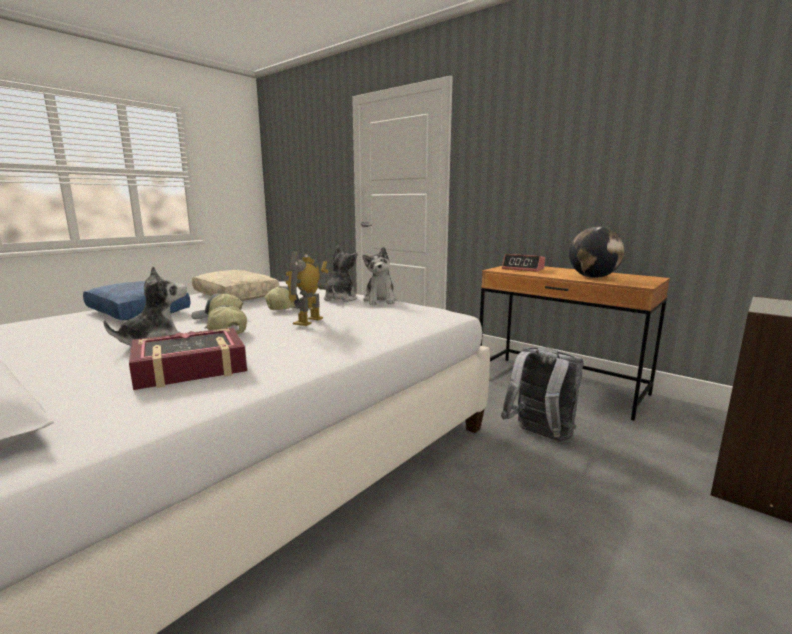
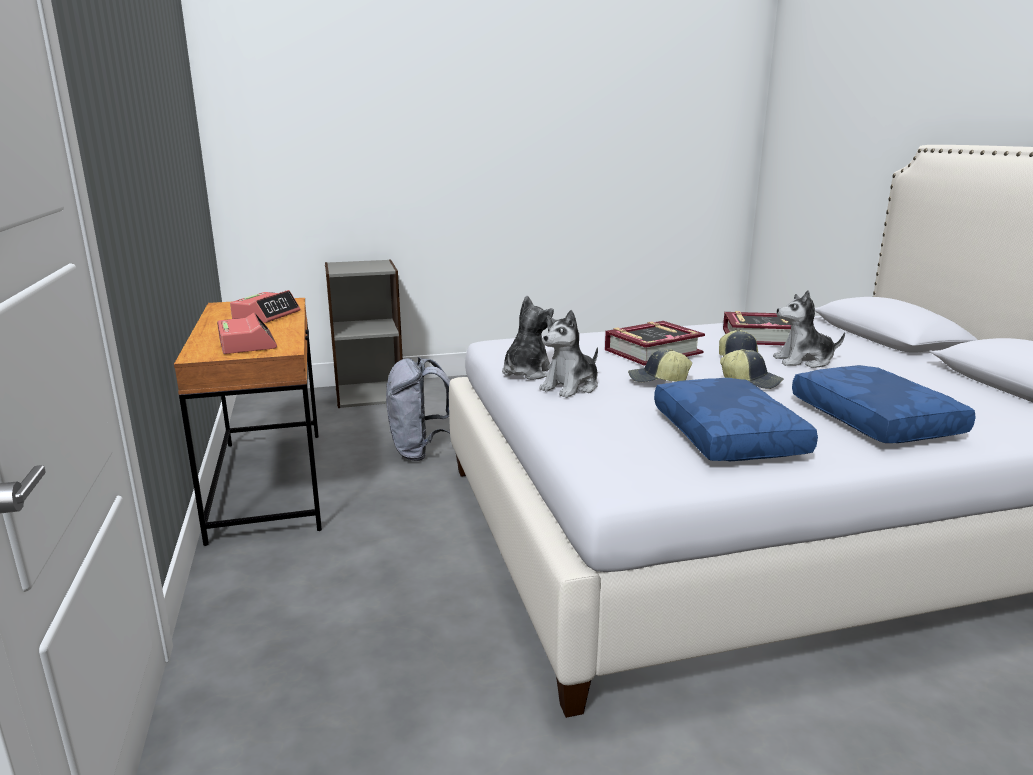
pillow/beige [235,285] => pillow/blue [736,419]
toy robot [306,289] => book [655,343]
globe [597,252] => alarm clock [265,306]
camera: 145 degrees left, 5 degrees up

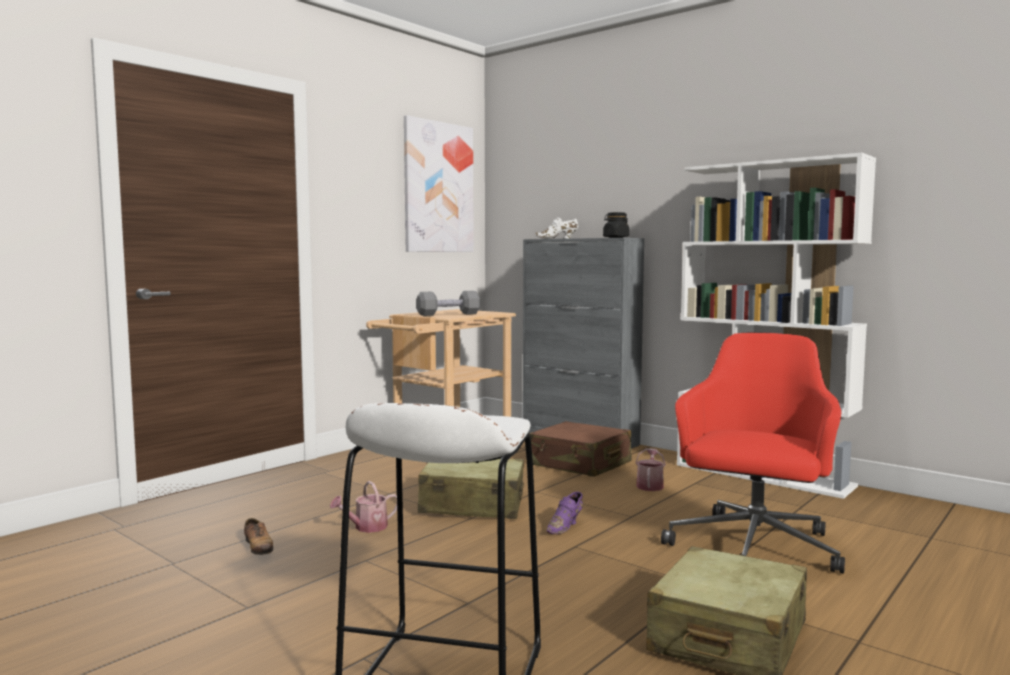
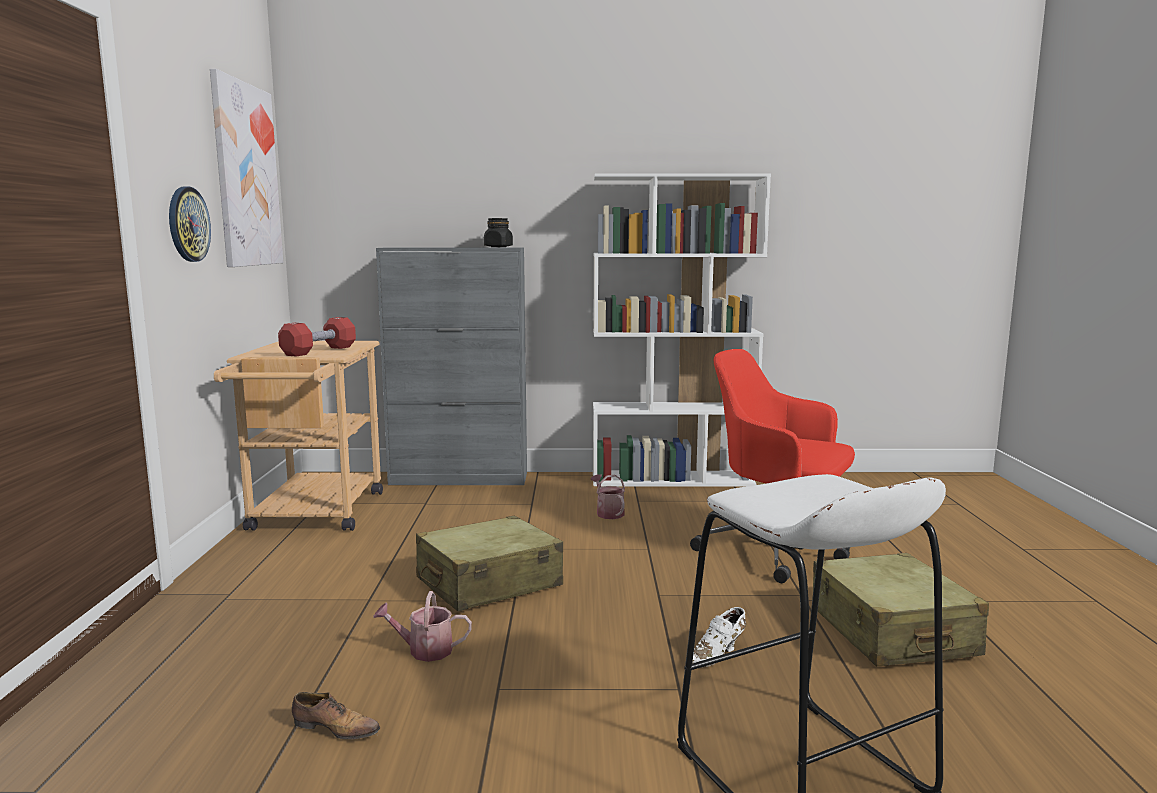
watering can [363,507] => watering can [422,626], 75 degrees clockwise
dumbbell/grey [448,303] => dumbbell/red [317,337]
suitcase/brown [580,449] => nothing
shoe/white [556,228] => shoe/white [719,637], move
shoe/purple [564,513] => nothing
office chair/red [753,453] => office chair/red [772,466], 45 degrees counterclockwise
nothing => wall clock [190,224]
camera: 40 degrees left, 5 degrees up

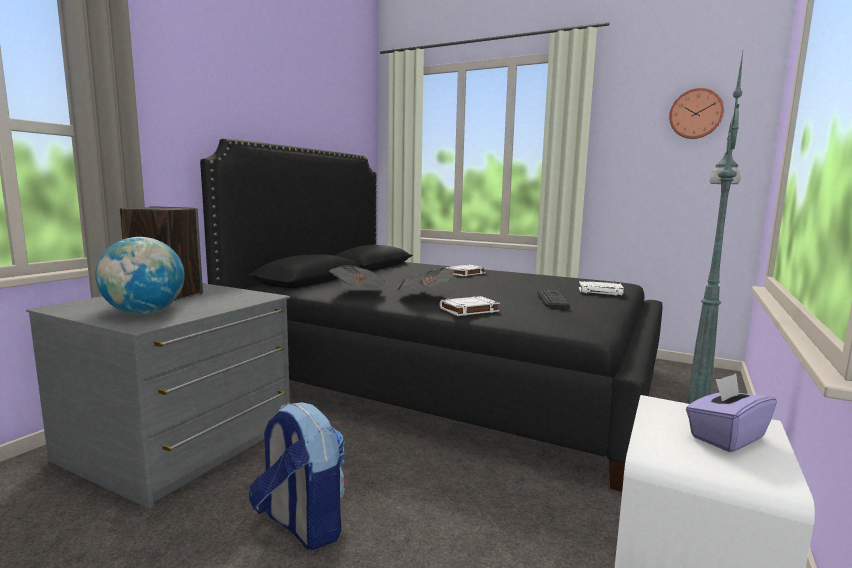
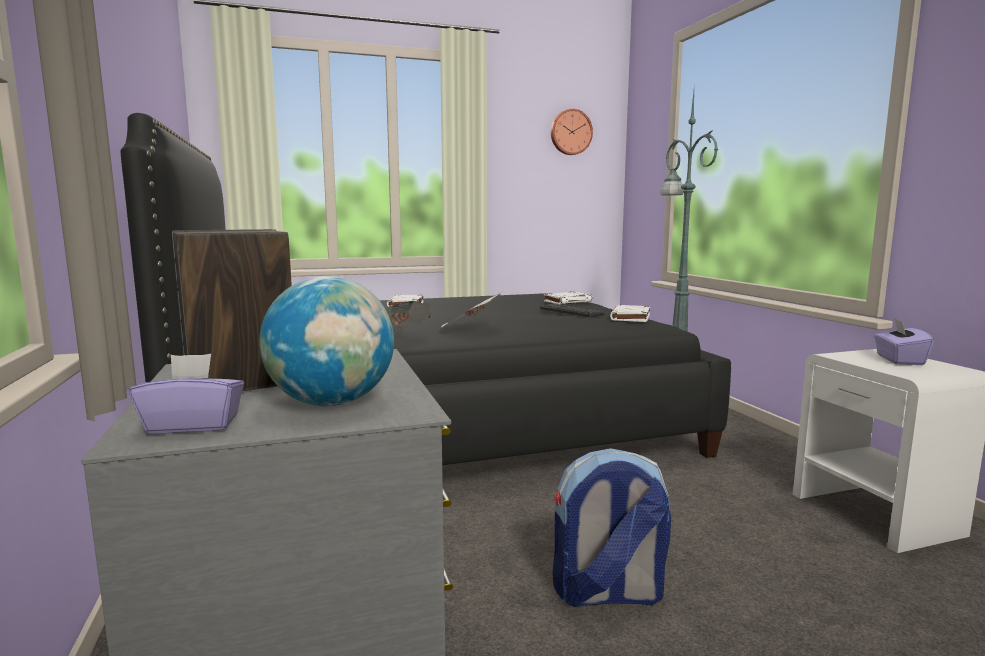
book/white [470,306] => book/white [630,313], move
nothing => tissue box/purple [186,394]
camera: 45 degrees left, 0 degrees up

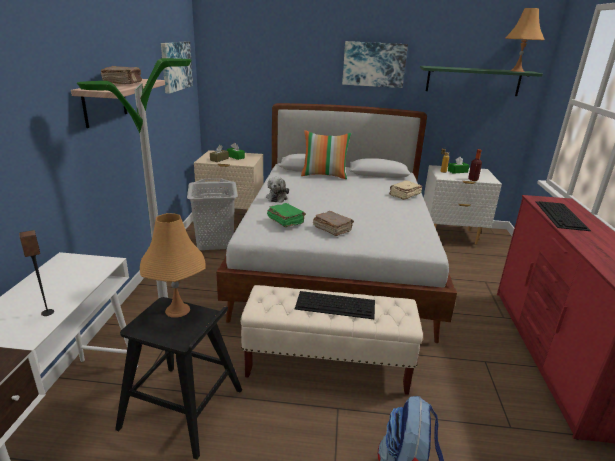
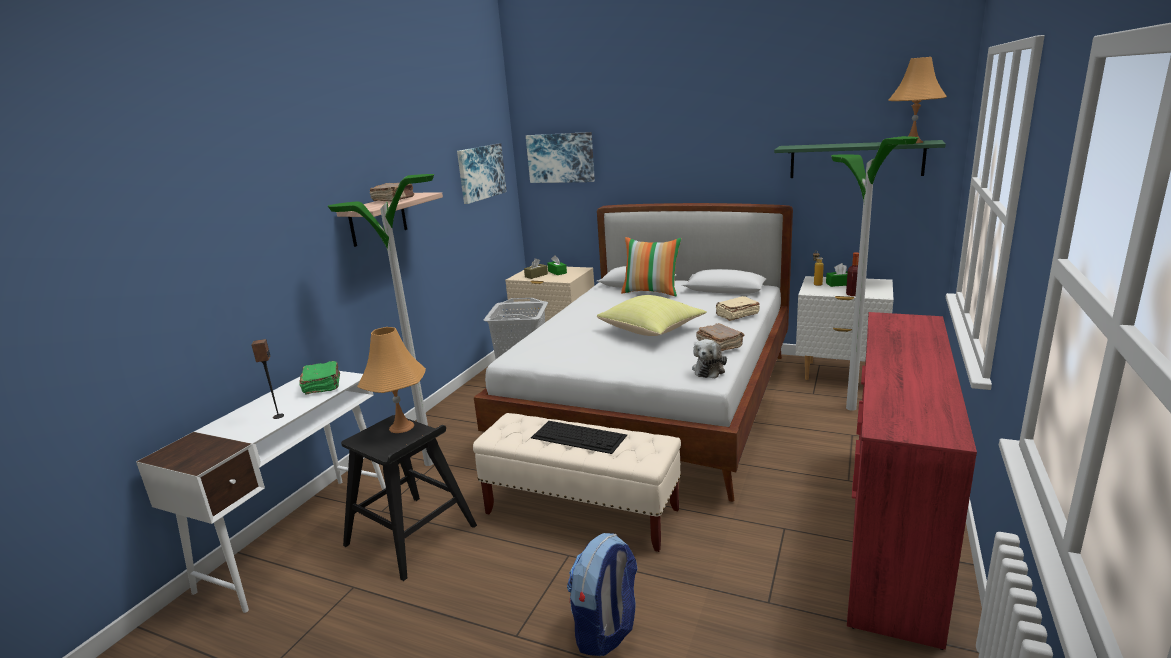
plush toy [277,190] => plush toy [709,358], move
book/green [286,215] => book/green [319,378], move
book/brown [333,223] => book/brown [720,337], move
picture [375,64] => picture [560,157], move
keyboard [563,216] => nothing
nothing => pillow/yellow [652,315]
nothing => floor lamp [874,273]
camera: 20 degrees right, 5 degrees down

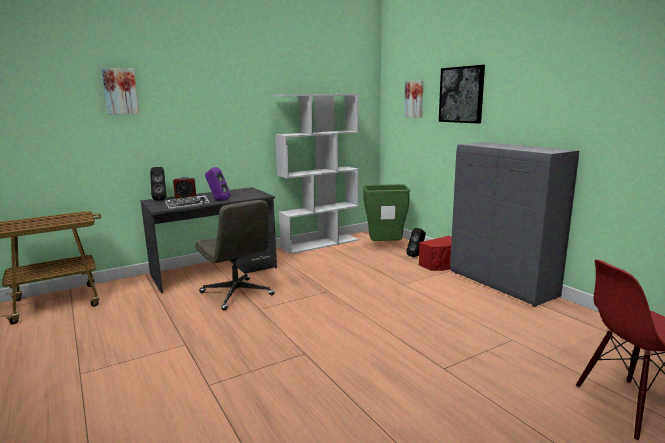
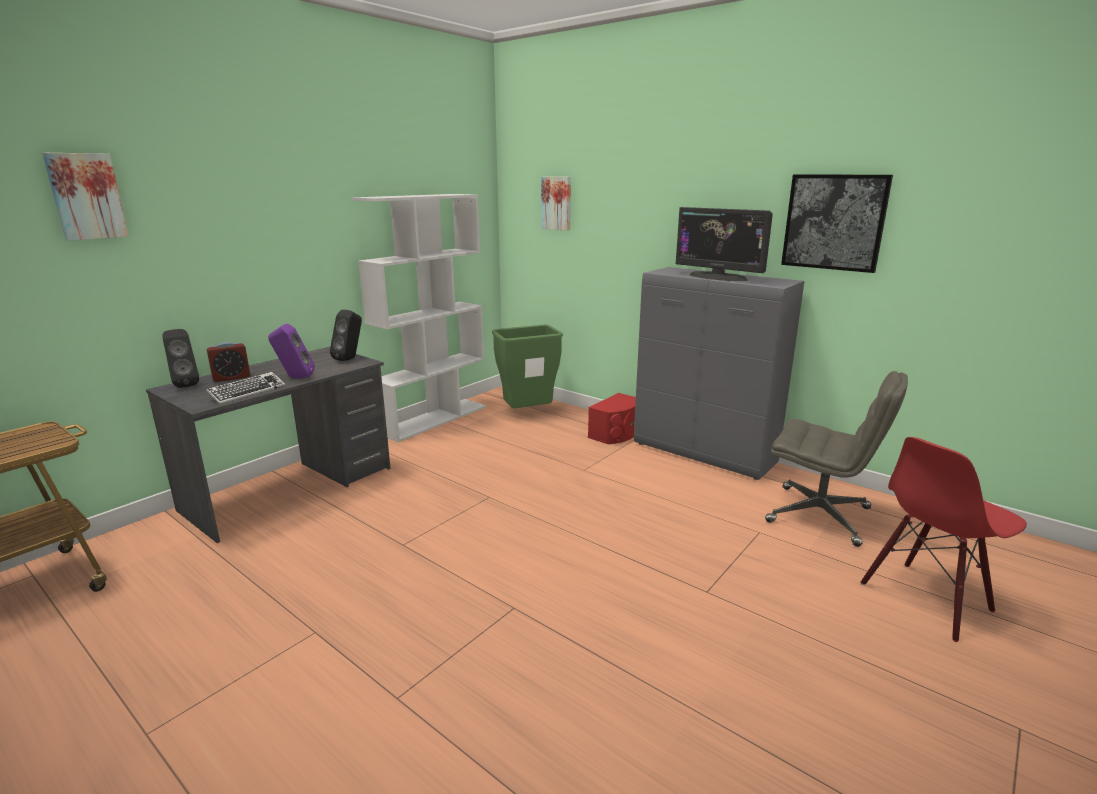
office chair/grey [235,255] => office chair/grey [836,459], move
speaker/black [416,242] => speaker/black [346,335], move
picture [462,94] => picture [837,224], move
nothing => monitor [724,244]
camera: 20 degrees left, 5 degrees up

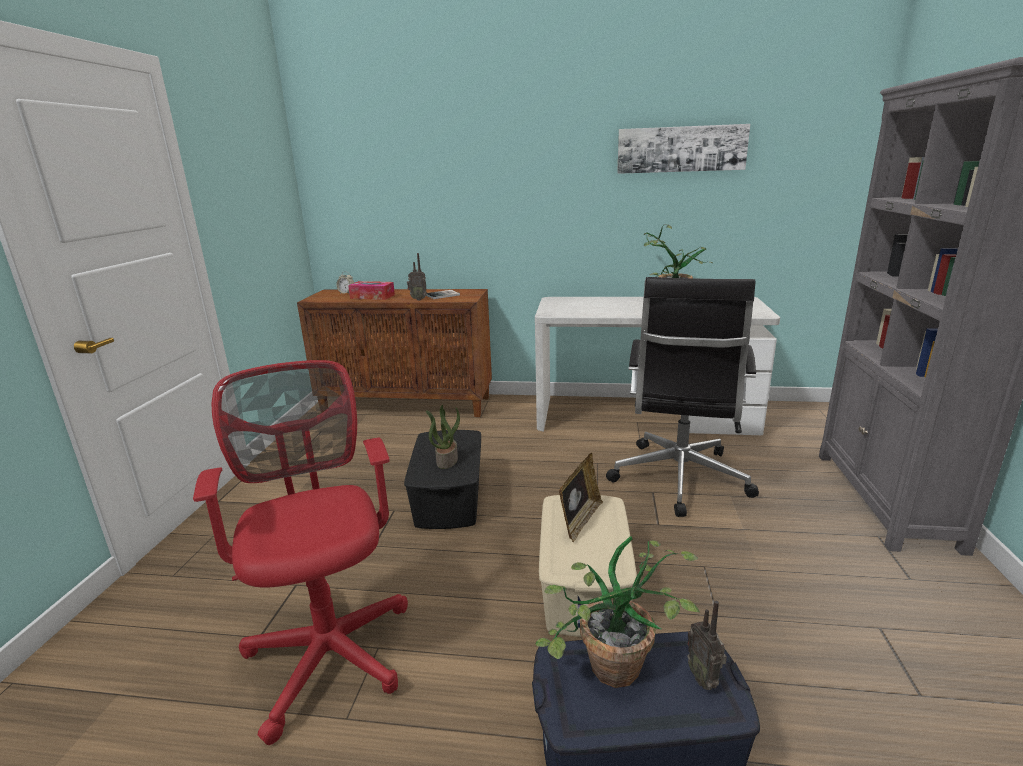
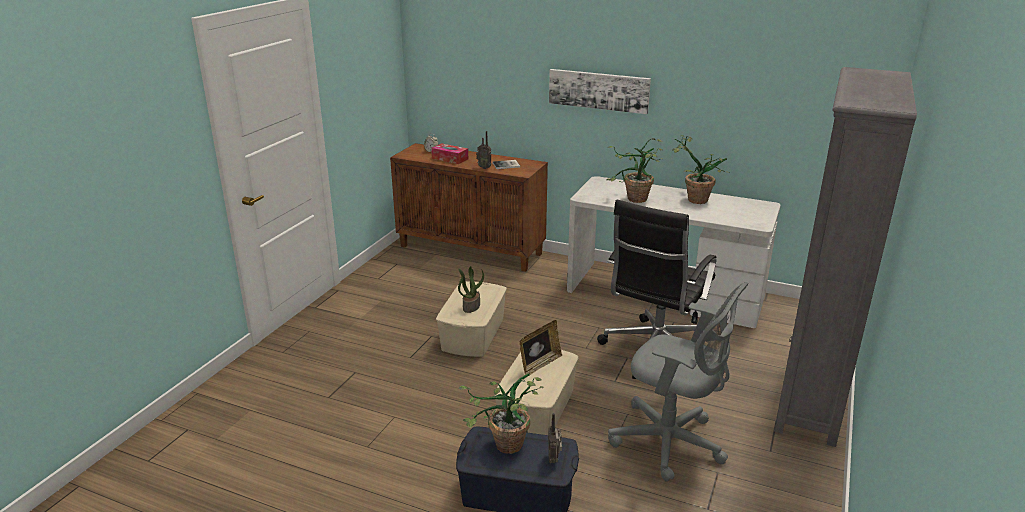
office chair/red [300,552] => nothing
storage box/black [442,479] => storage box/beige [471,319]
picture [683,149] => picture [600,91], move
nothing => potted plant [634,170]
nothing => office chair/grey [678,382]
camera: 15 degrees right, 5 degrees up

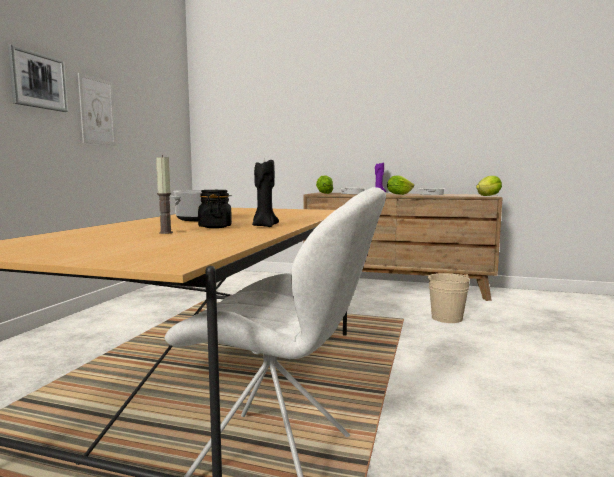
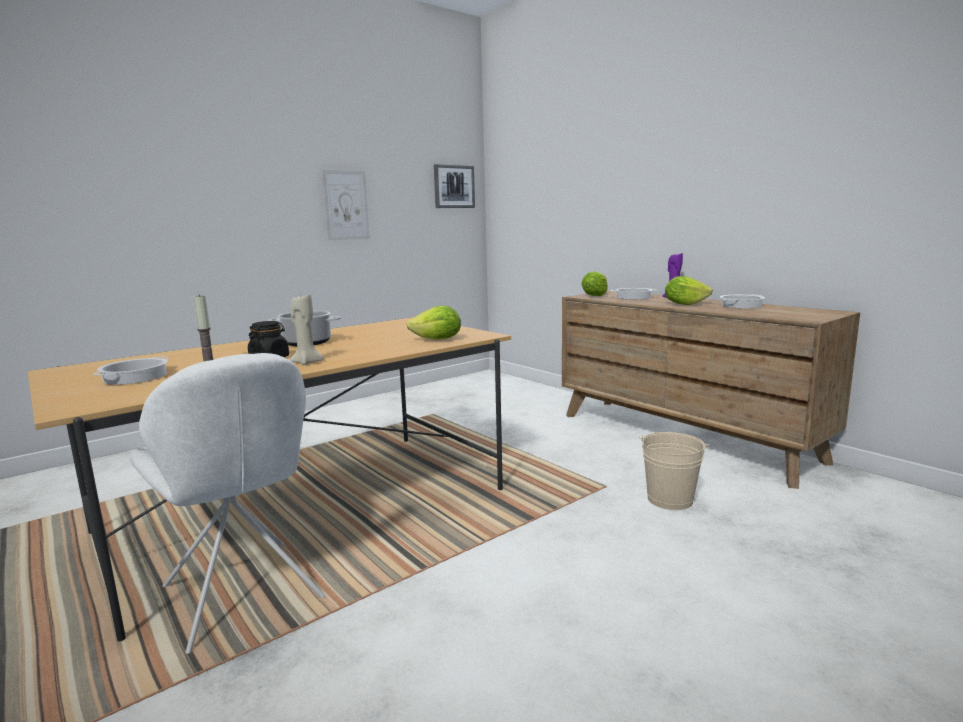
picture [38,78] => picture [454,186], move
candle/black [265,193] => candle/beige [307,329]
lettuce [489,185] => lettuce [433,323], move
nothing => cooking pot [131,371]
camera: 35 degrees right, 5 degrees up

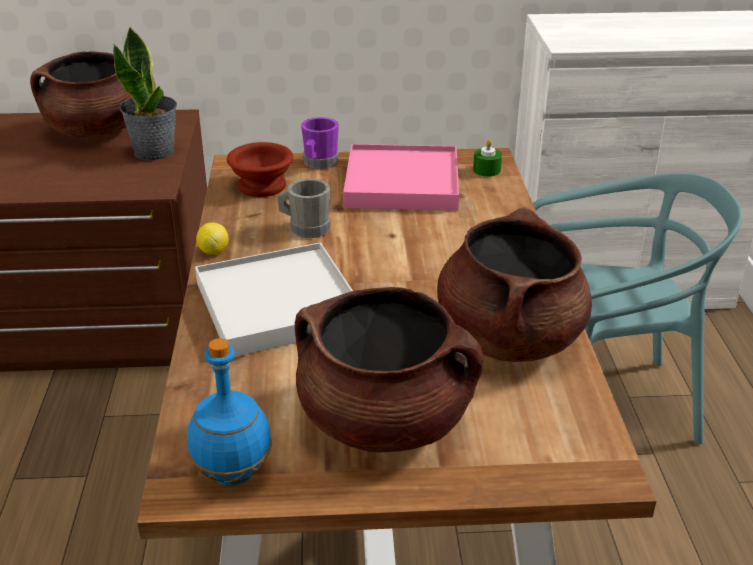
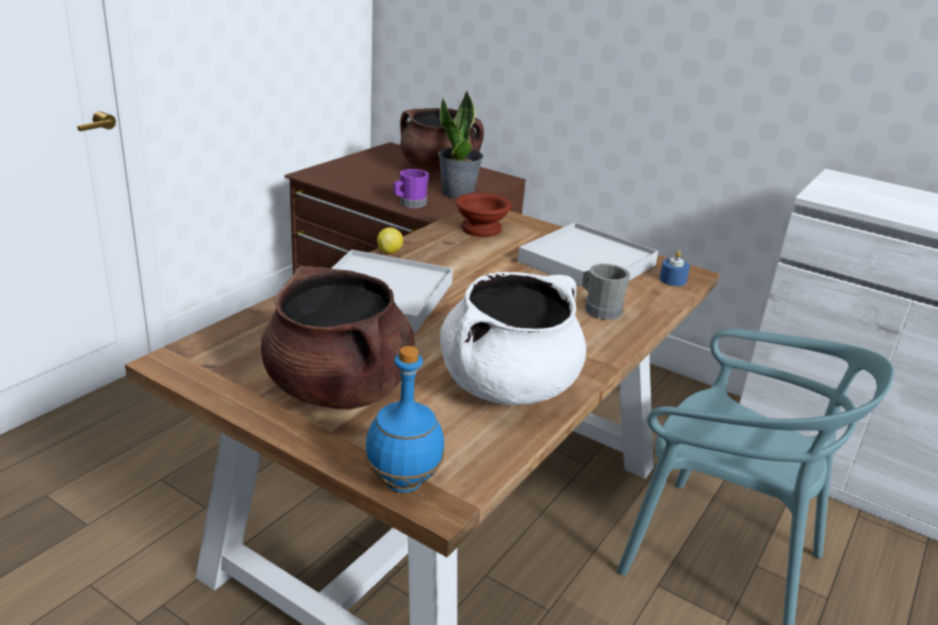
bottle/blue [229,412] => bottle/blue [405,419], move
mug/grey [304,208] => mug/grey [606,292], move
mug/purple [320,143] => mug/purple [411,188], move
tray/pink [401,177] => tray/white [588,255]
cooking pot/brown [514,284] => cooking pot/white [513,338]
candle/green [487,158] => candle/blue [674,268]
camera: 35 degrees right, 5 degrees down

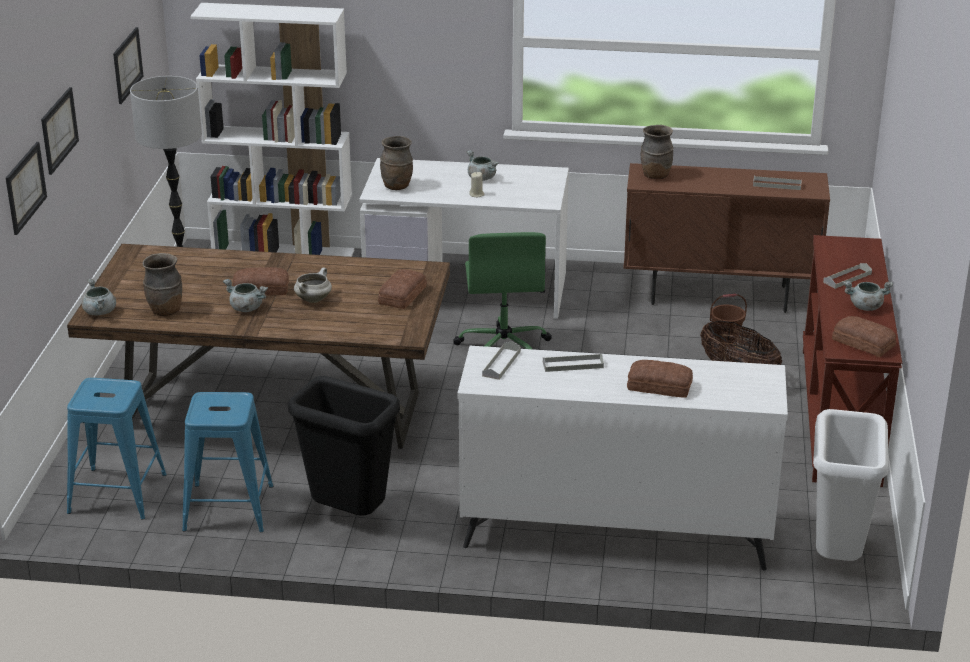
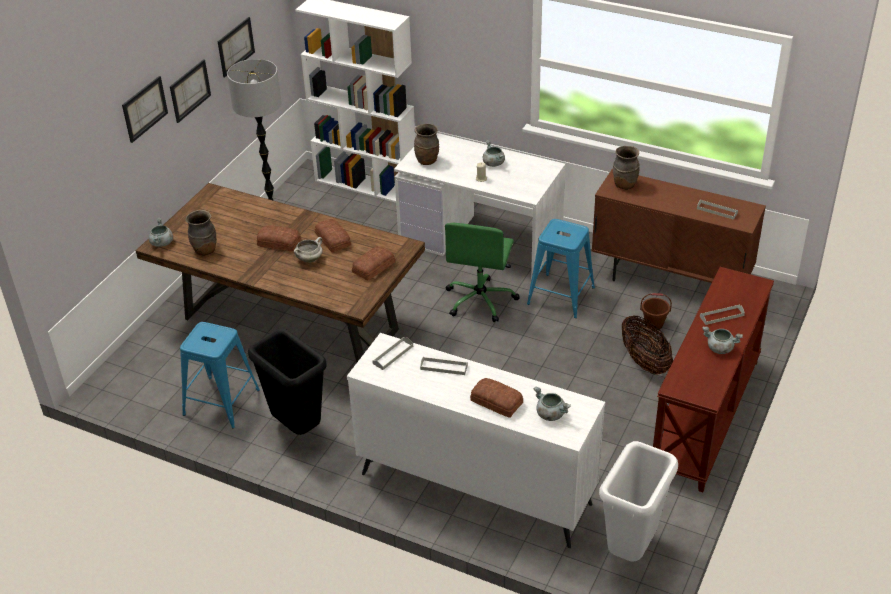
picture [26,188] => picture [190,91], move
stool/blue [117,449] => stool/blue [561,268], move
cooking pot/grey [245,295] => cooking pot/grey [552,403], move
bread [864,336] => bread [333,235], move
camera: 20 degrees right, 10 degrees up

